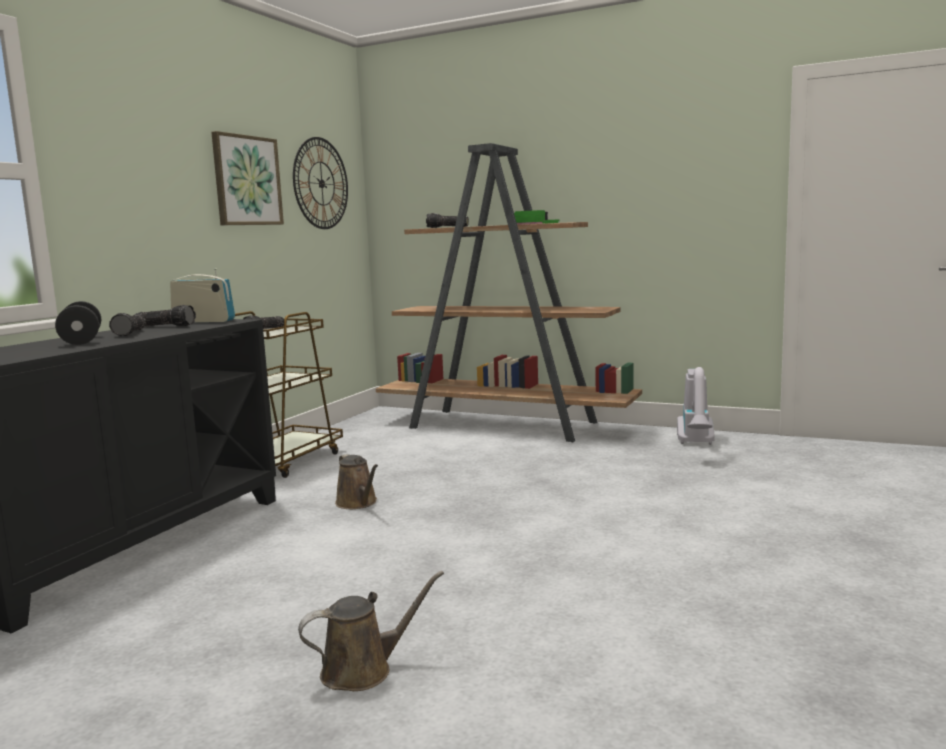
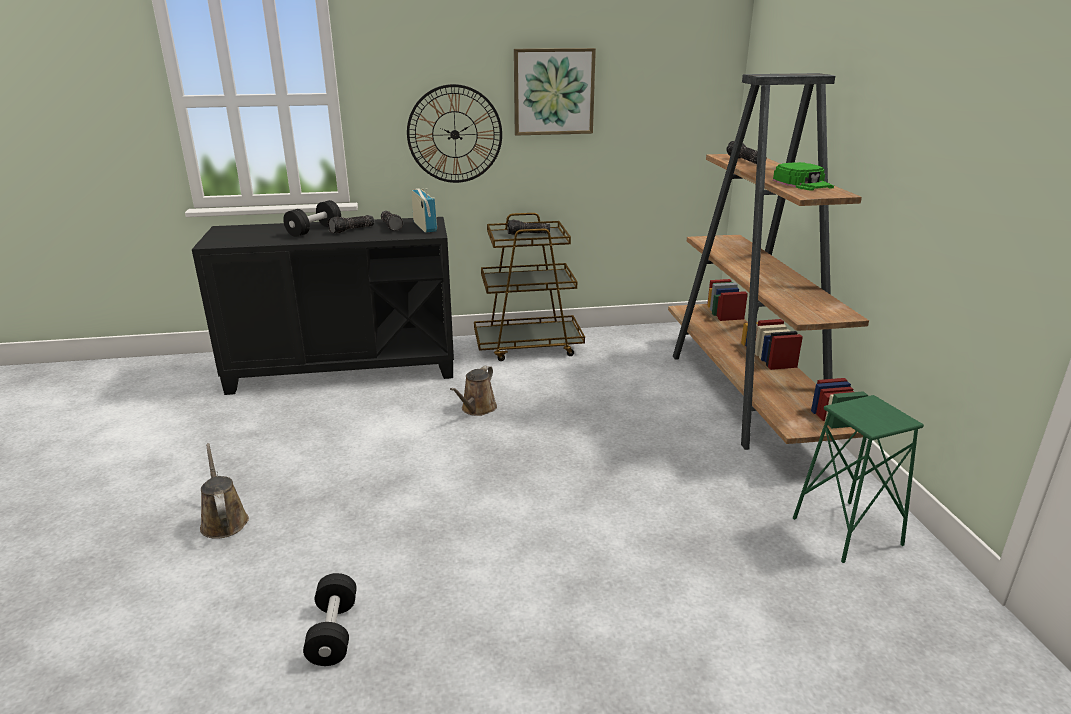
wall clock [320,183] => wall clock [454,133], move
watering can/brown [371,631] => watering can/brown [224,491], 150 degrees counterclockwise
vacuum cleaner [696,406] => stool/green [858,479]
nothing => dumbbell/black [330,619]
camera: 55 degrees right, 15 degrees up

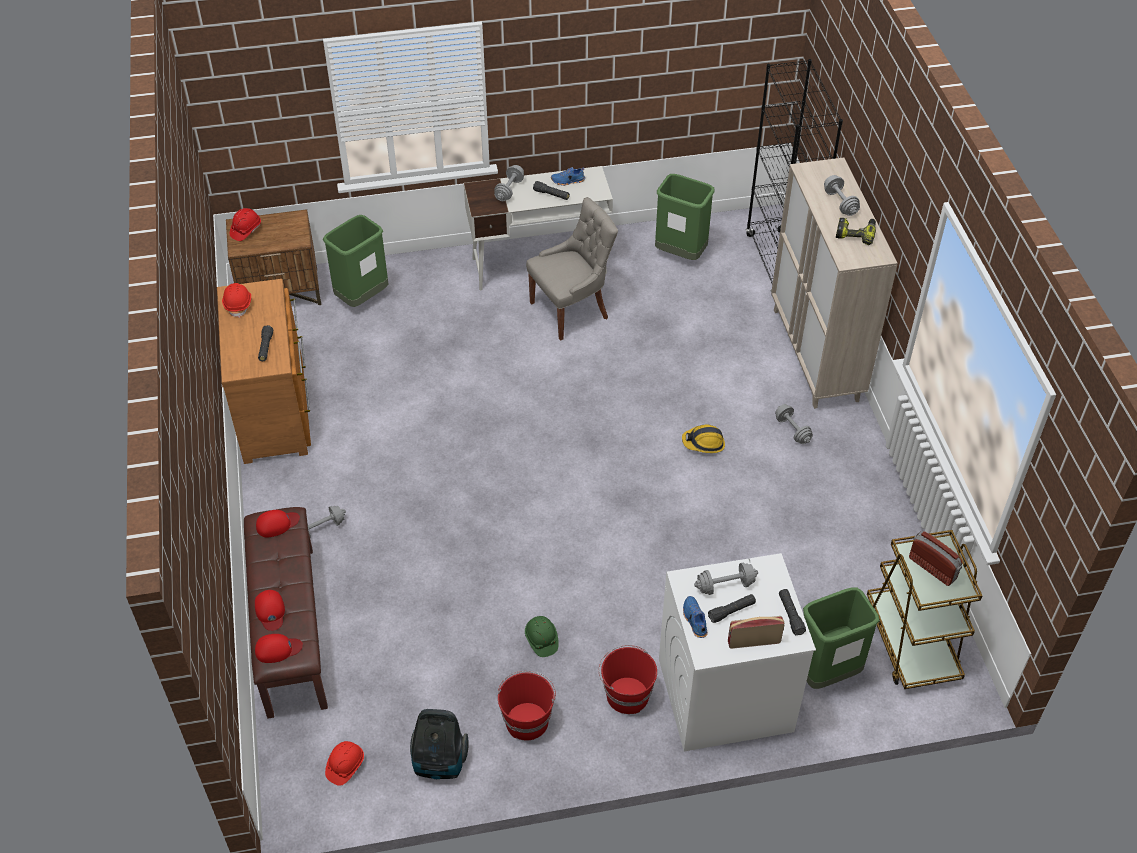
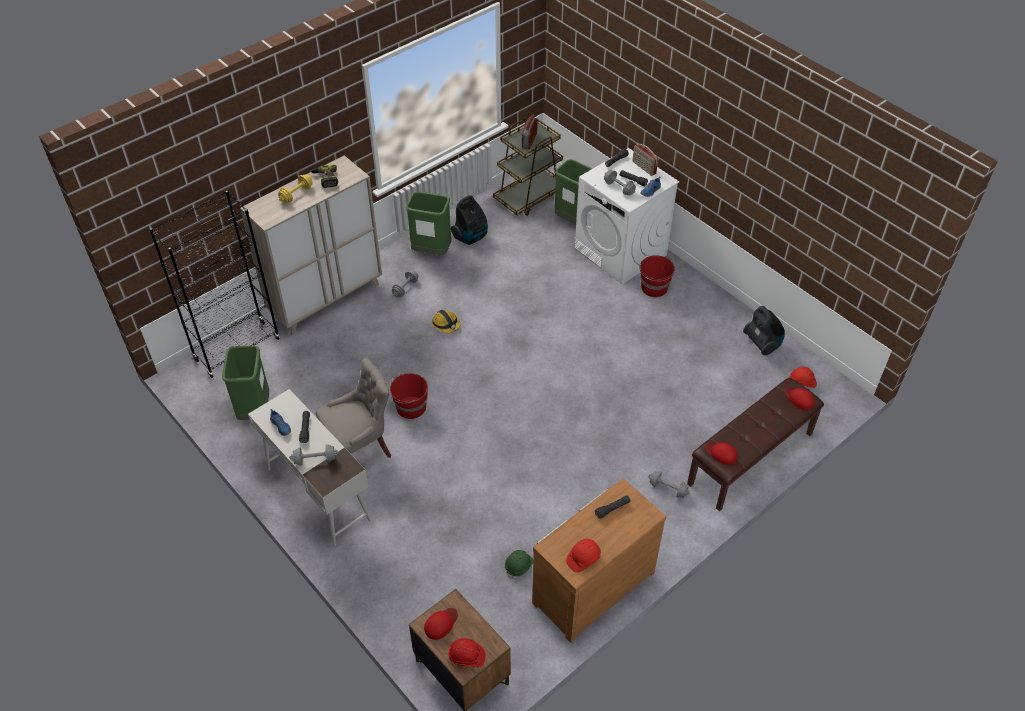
cap/red [270,610] => cap/red [441,624], move
trash can/green [355,261] => trash can/green [428,223], move
bucket/red [527,706] => bucket/red [408,396], move
hard hat/green [542,636] => hard hat/green [519,564], move
chair/grey [572,268] => chair/grey [354,407], 120 degrees clockwise
dumbbell/grey [842,195] => dumbbell/yellow [295,188]
nothing => vacuum cleaner [469,220]
camera: 120 degrees left, 0 degrees up

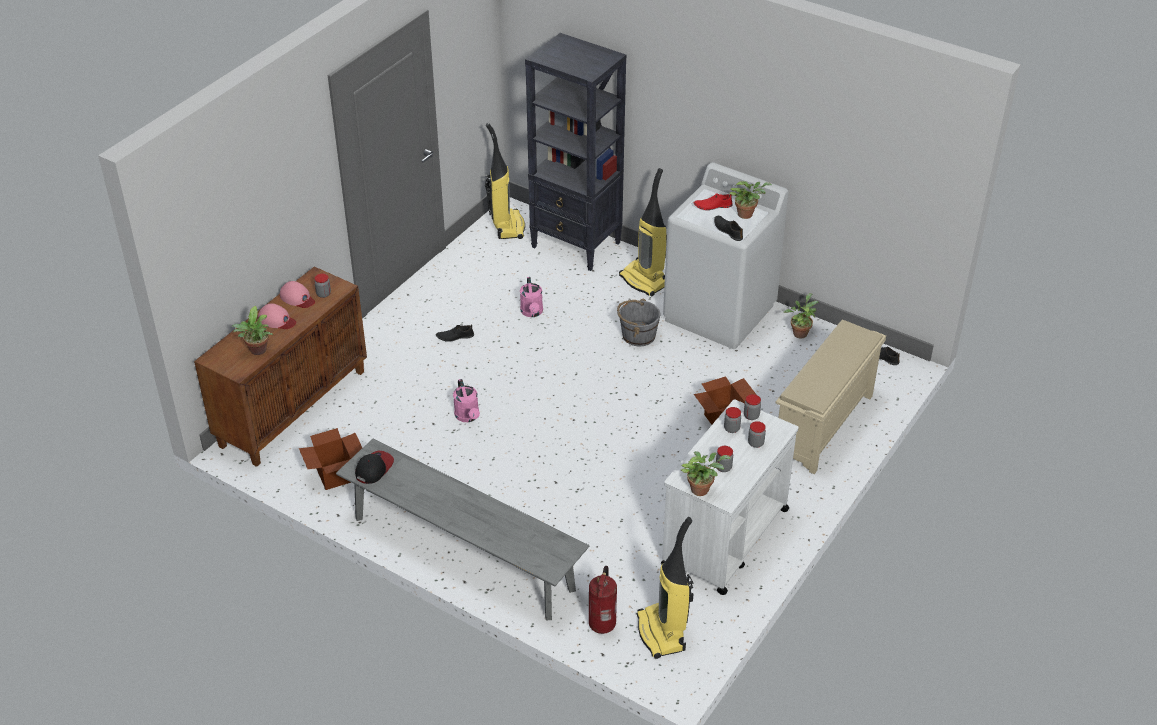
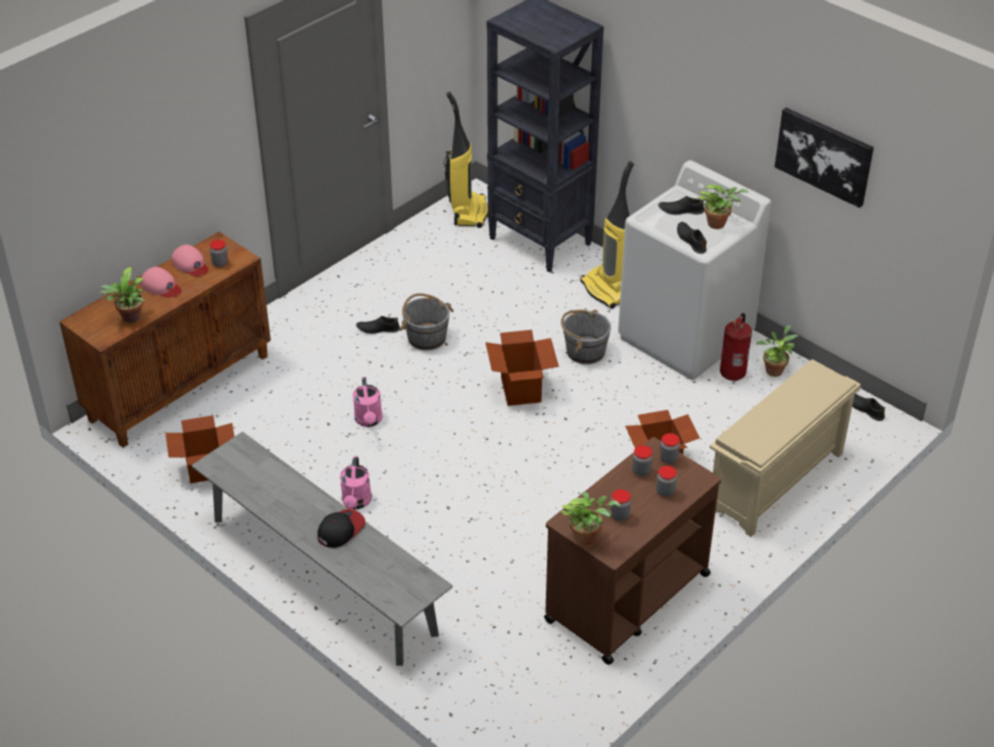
cap [374,467] => cap [342,528], move
watering can/pink [531,297] => watering can/pink [356,482], move
fire extinguisher [603,600] => fire extinguisher [736,347], move
vacuum cleaner [665,588] => nothing
cart/white [730,497] => cart/brown [632,551]
shoe/red [713,201] => shoe/black [681,205]
nothing => bucket/grey [426,321]
nothing => cardboard box [522,368]
nothing => picture [824,158]
camera: 10 degrees right, 0 degrees up

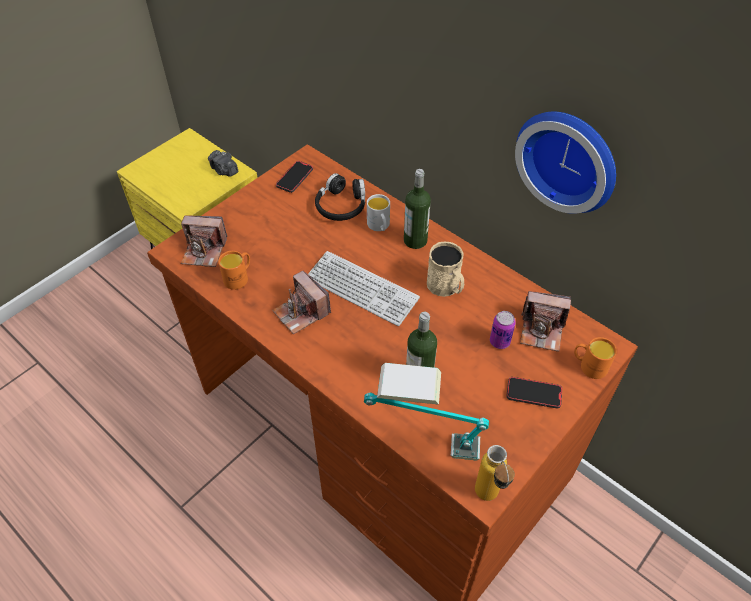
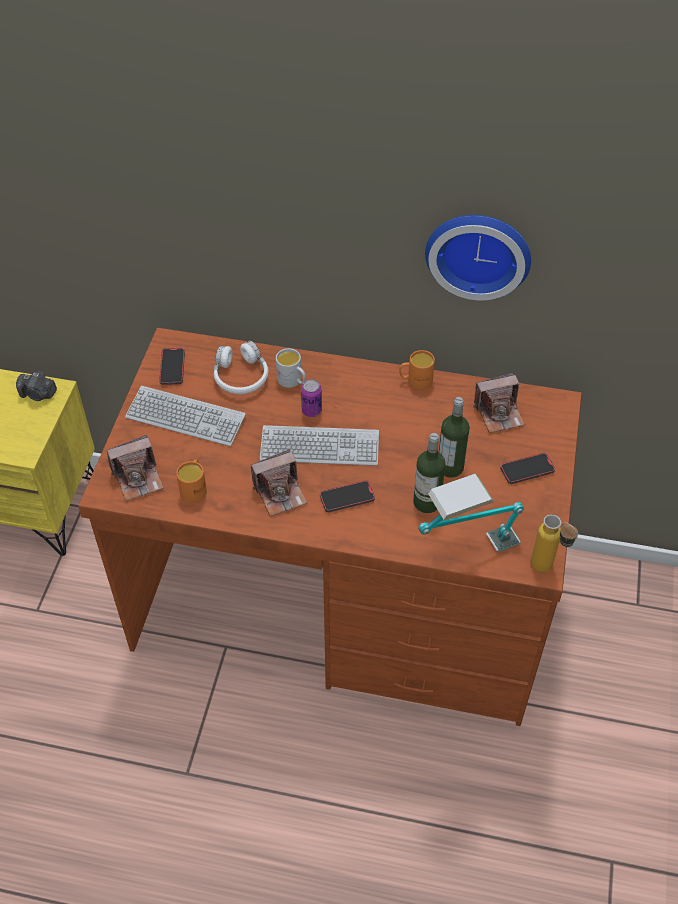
photo camera [301,302] => photo camera [279,482], 45 degrees counterclockwise
headphones/black [340,197] => headphones/white [241,367]
bottle [417,209] => bottle [454,437], move
mug/beige [445,269] => nothing
can [503,330] => can [311,398], move
mug/orange [595,358] => mug/orange [417,369], move
nothing => keyboard [185,416]
nothing => phone [347,496]
camera: 30 degrees left, 0 degrees up

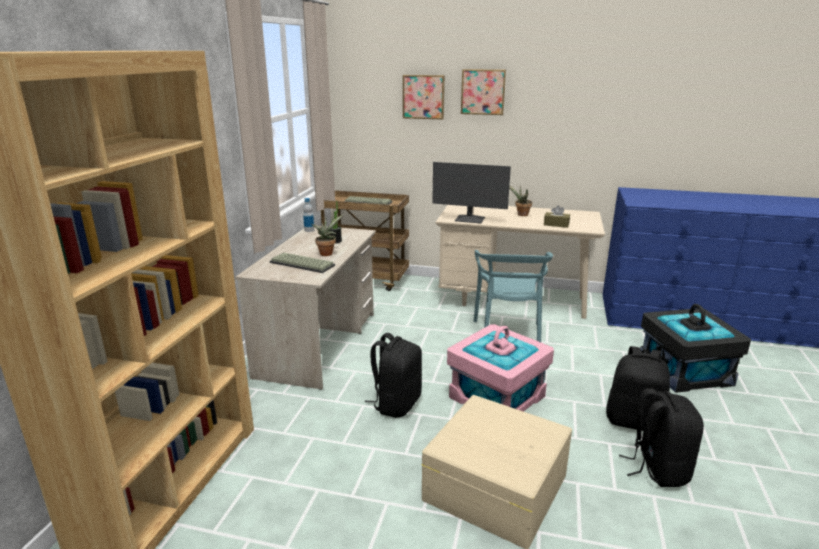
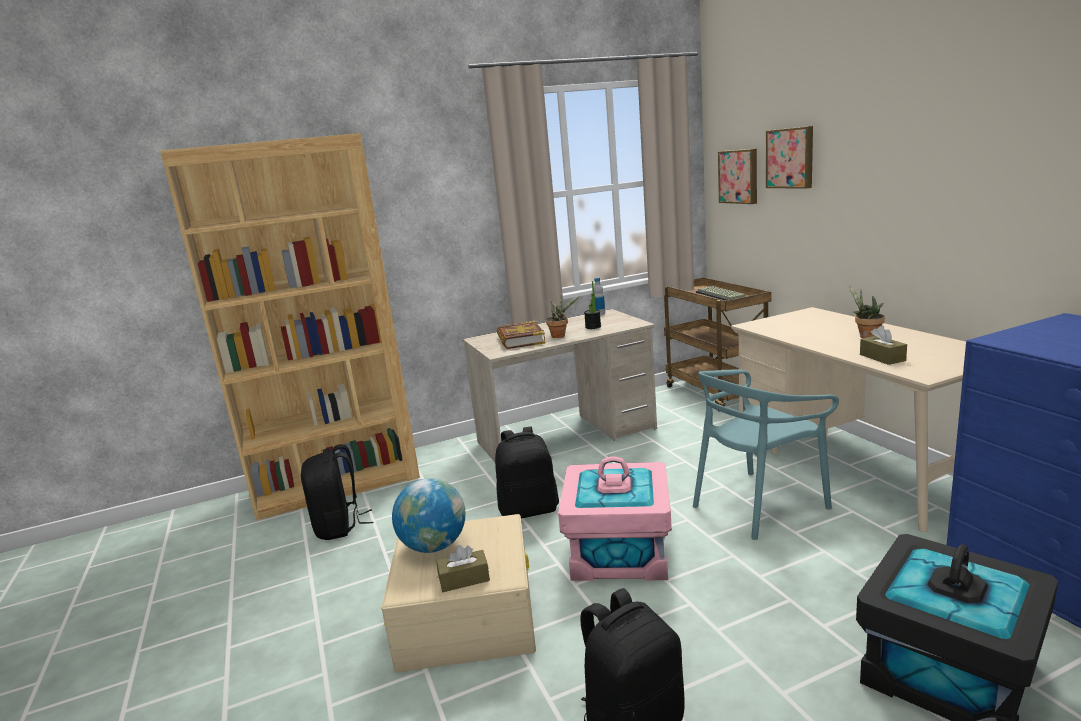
keyboard [302,263] => book [521,335]
monitor [471,193] => nothing
picture [483,92] => picture [737,176], move
backpack/black [638,388] => backpack/black [337,492], move
nothing => globe [429,515]
nothing => tissue box/brown [463,568]
camera: 55 degrees right, 5 degrees down

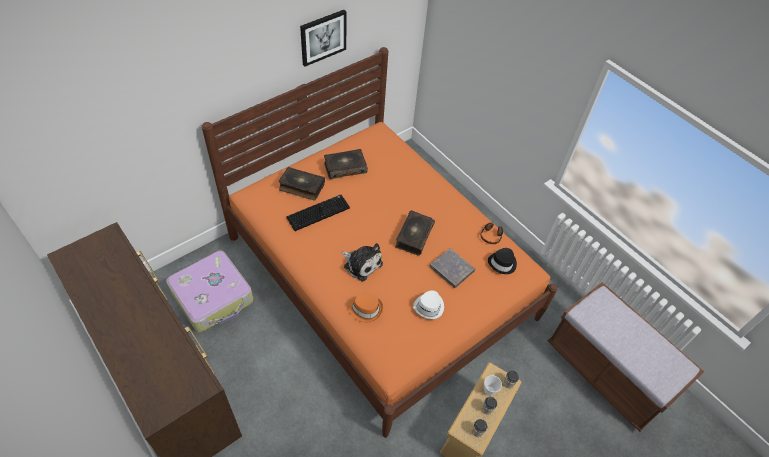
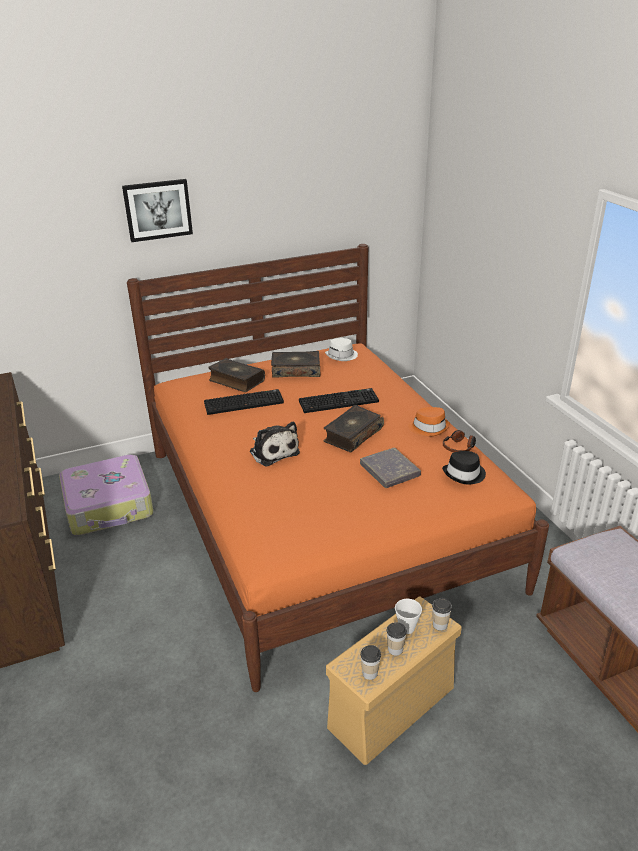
picture [323,38] => picture [157,210], move
hat/orange [365,308] => hat/orange [429,422], move
hat/white [428,304] => hat/white [341,349], move
nothing => keyboard [339,400]
camera: 20 degrees right, 20 degrees down

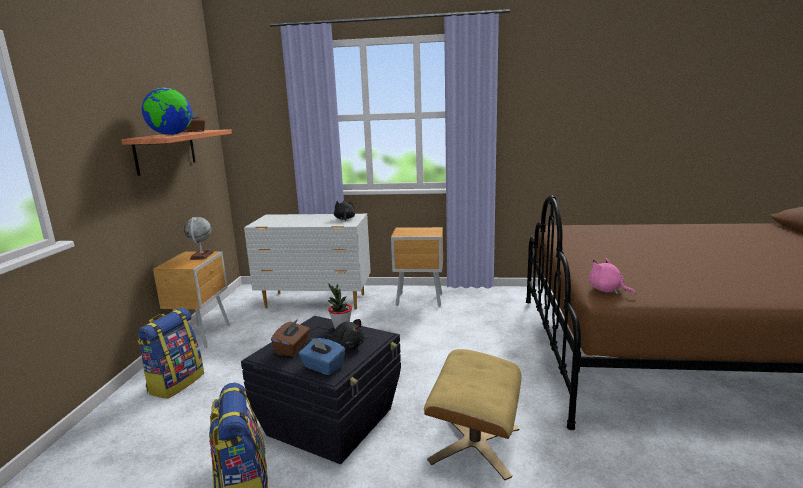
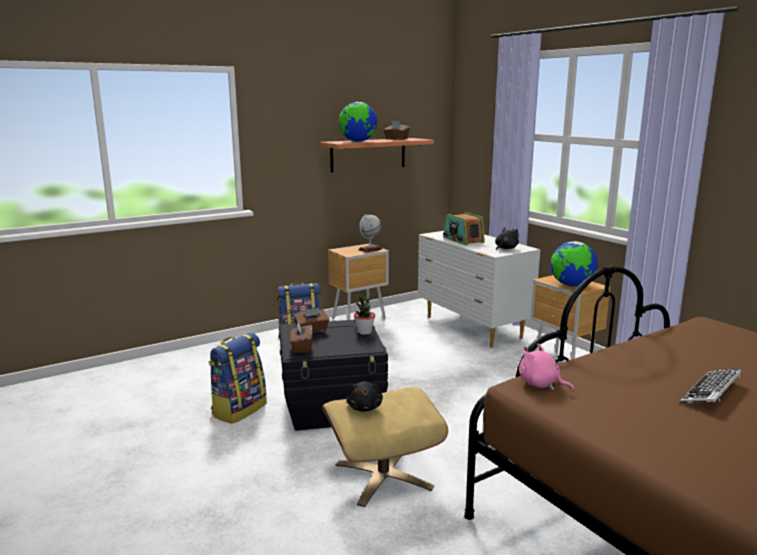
tissue box/blue [322,356] => tissue box/brown [301,337]
plush toy/black [344,334] => plush toy/black [364,396], move
plush toy/pink [612,276] => plush toy/pink [546,367], 60 degrees counterclockwise
nothing => radio [464,228]
nothing => globe [574,264]
nothing => keyboard [710,386]
camera: 50 degrees right, 0 degrees up

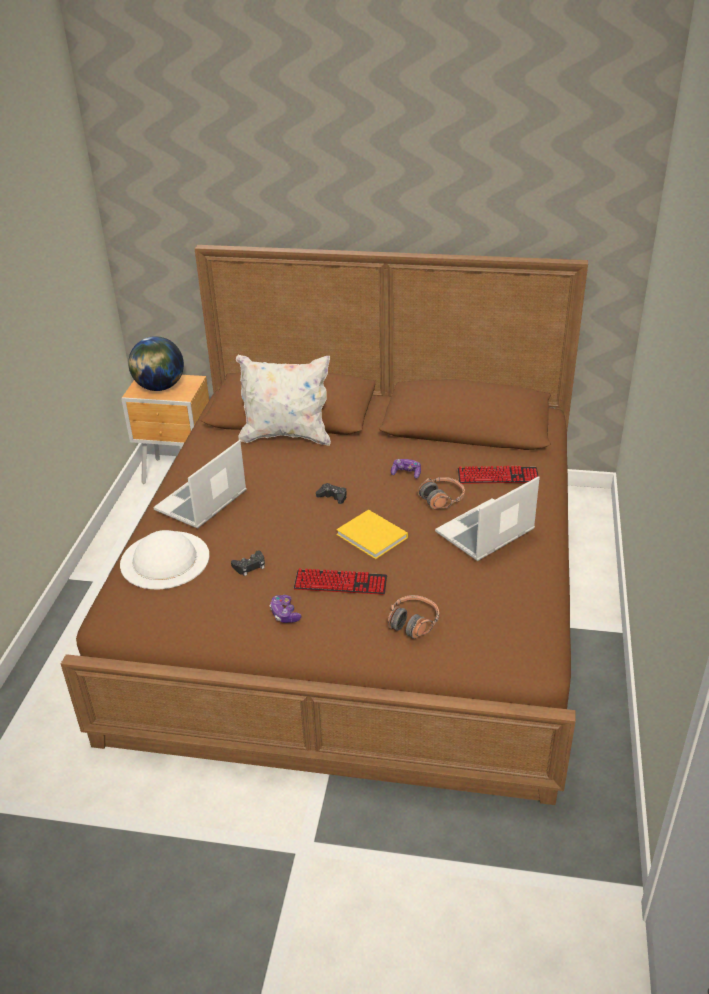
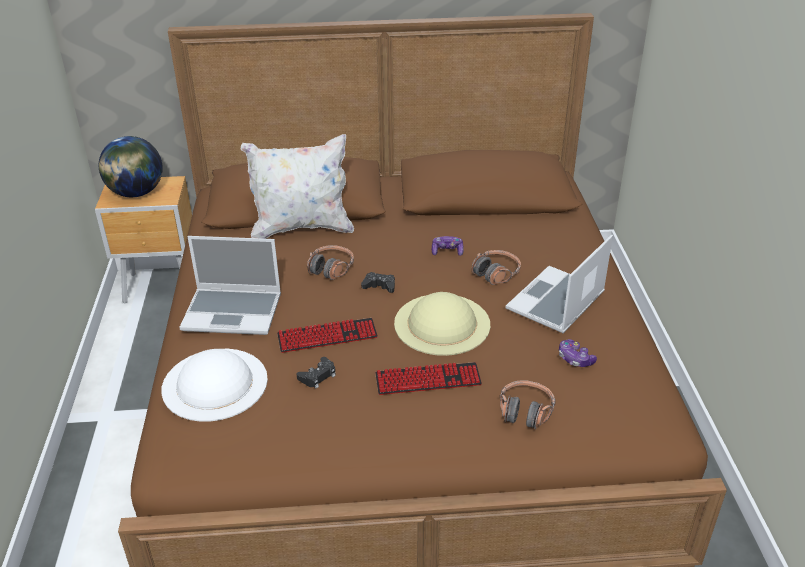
laptop [200,484] => laptop [230,285], 105 degrees counterclockwise
game controller [285,609] => game controller [578,353], move
book/yellow [372,534] => hat/beige [442,324]
keyboard [499,475] => keyboard [327,335], move
nothing => headphones [330,262]
camera: 15 degrees left, 0 degrees up

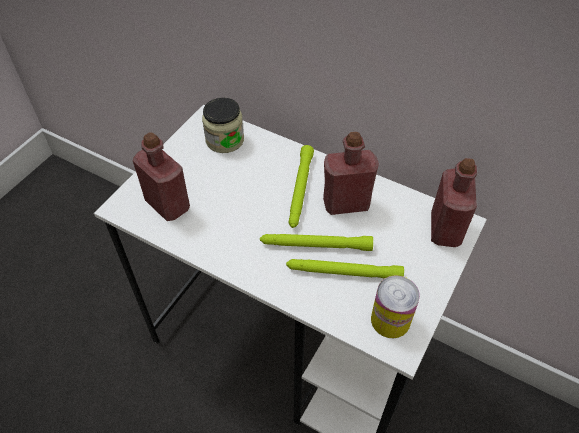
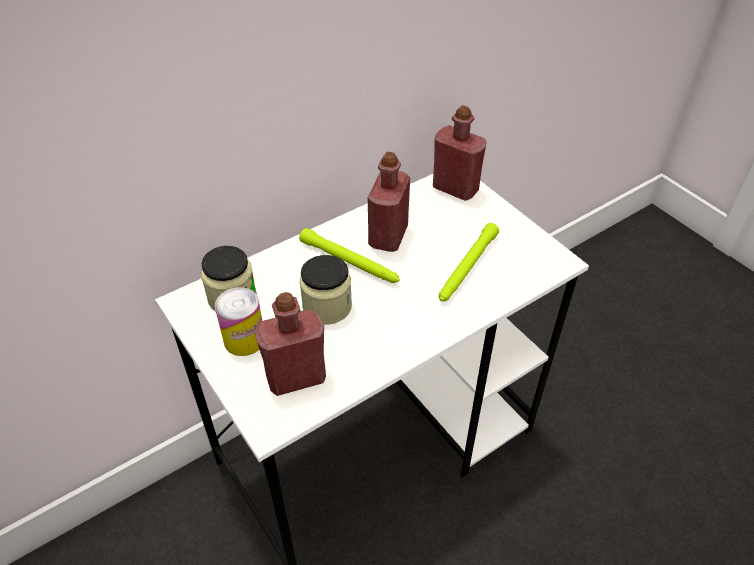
flashlight/green [316,242] => nothing
can [395,306] => can [238,321], move
nothing => jar [325,289]
camera: 65 degrees left, 5 degrees down

